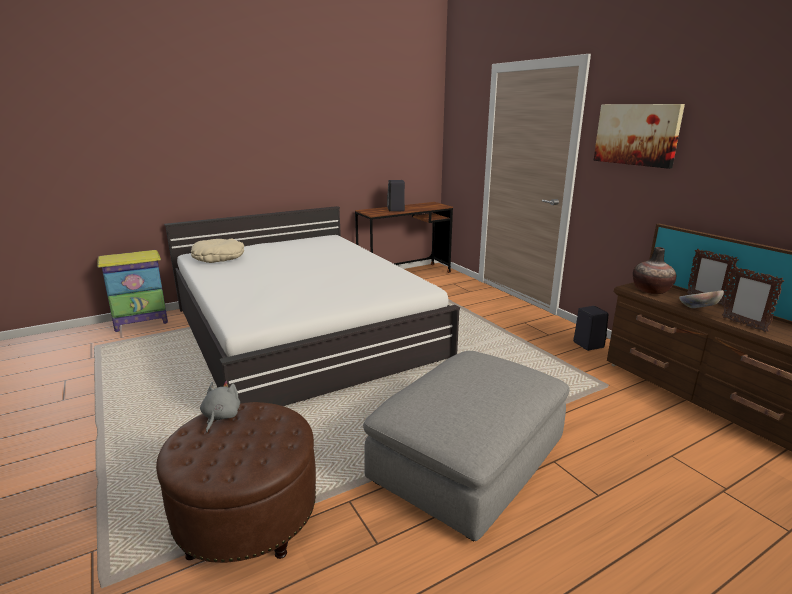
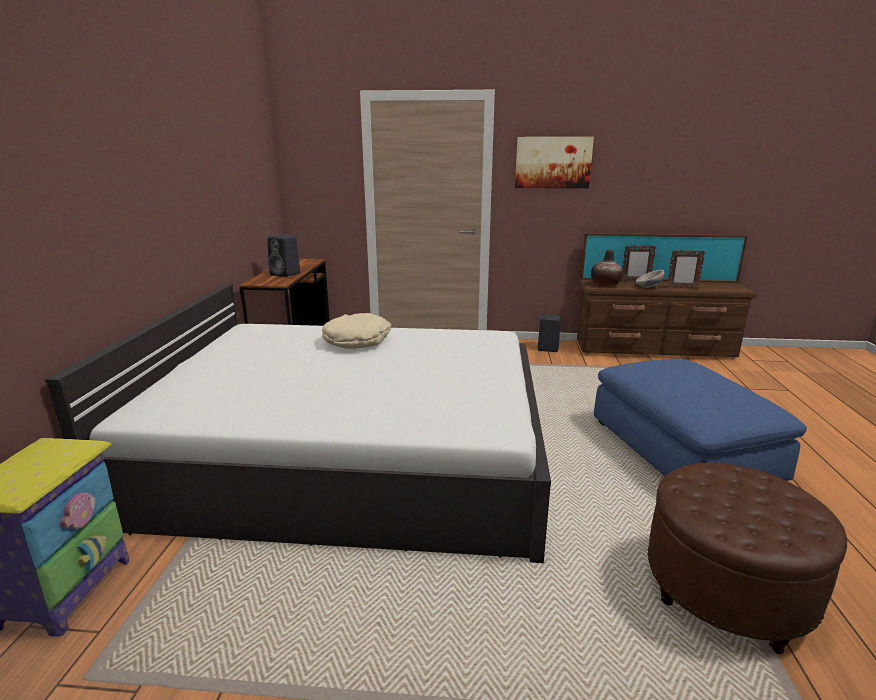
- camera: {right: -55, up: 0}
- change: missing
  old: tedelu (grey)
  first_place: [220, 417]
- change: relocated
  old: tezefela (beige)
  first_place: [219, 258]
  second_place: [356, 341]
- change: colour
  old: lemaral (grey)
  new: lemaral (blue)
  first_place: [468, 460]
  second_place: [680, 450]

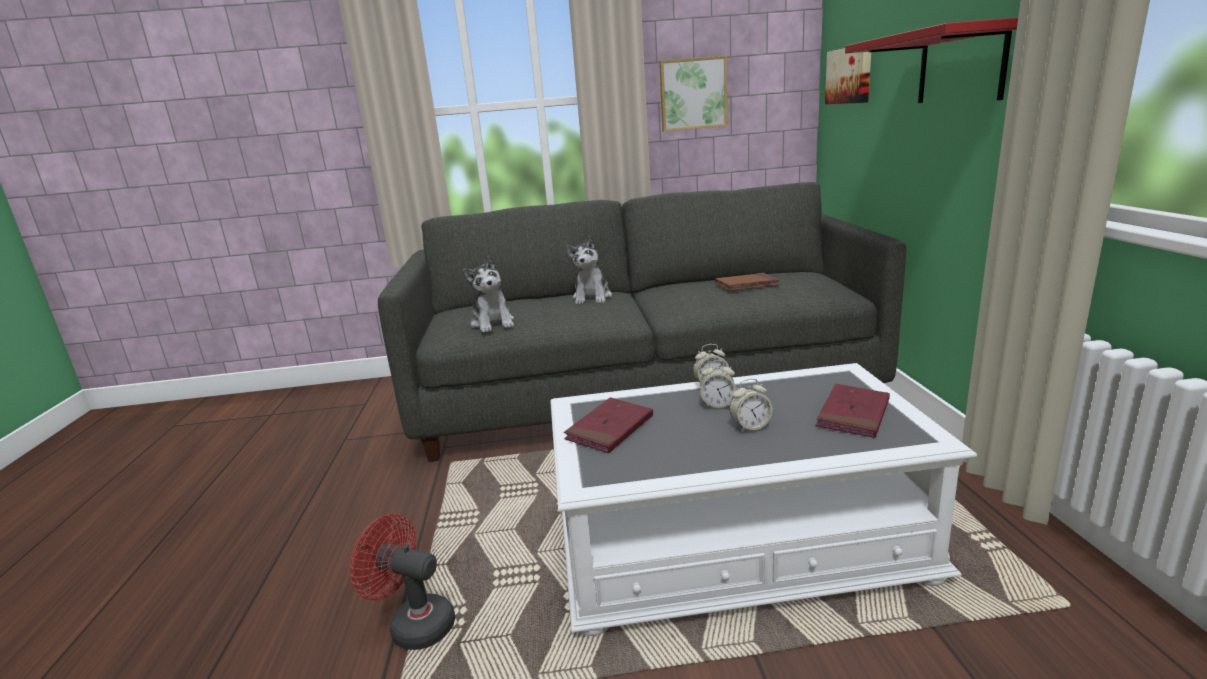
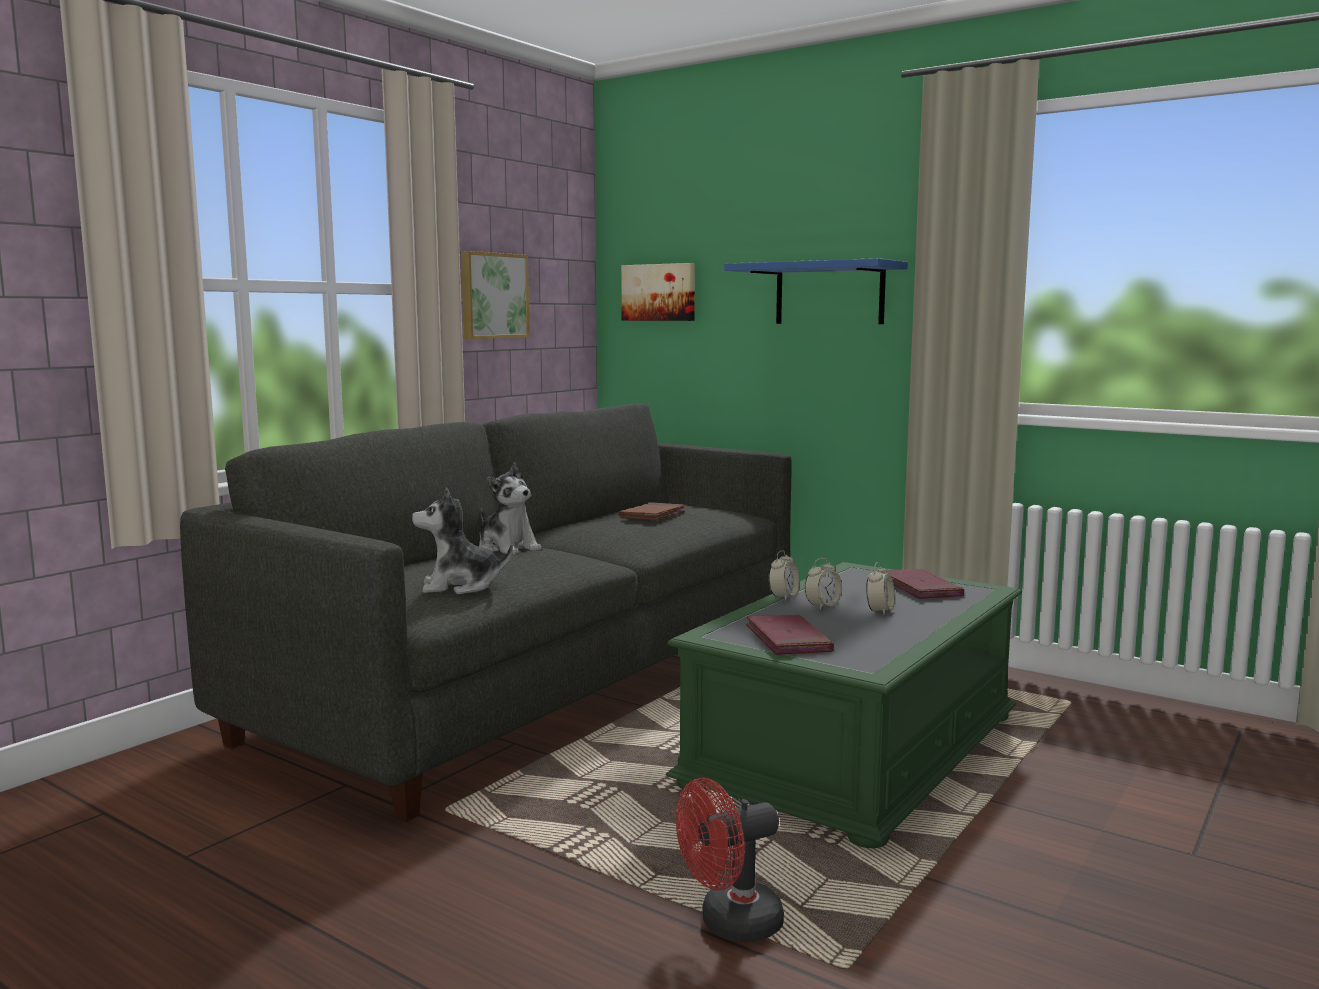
- camera: {right: -50, up: -10}
- change: colour
  old: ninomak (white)
  new: ninomak (green)
  first_place: [737, 541]
  second_place: [855, 749]
- change: colour
  old: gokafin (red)
  new: gokafin (blue)
  first_place: [961, 66]
  second_place: [829, 294]
- change: spun
  old: tedelu
  first_place: [493, 323]
  second_place: [460, 586]
  degrees: 150

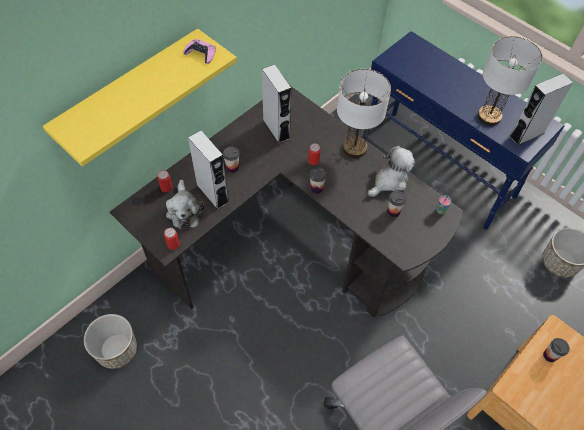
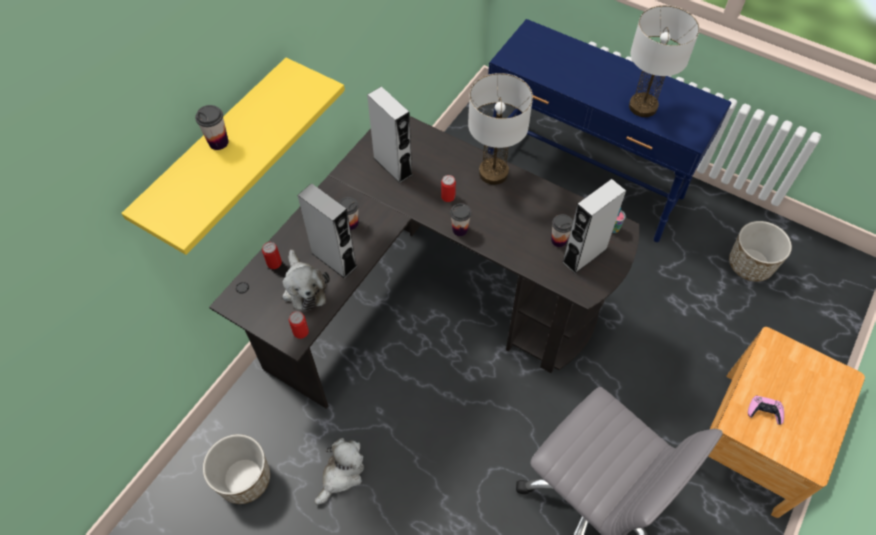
- camera: {right: -10, up: 0}
- change: relocated
  old: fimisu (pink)
  first_place: [201, 54]
  second_place: [764, 411]
- change: relocated
  old: tedelu
  first_place: [389, 180]
  second_place: [342, 474]
- change: relocated
  old: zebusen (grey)
  first_place: [526, 134]
  second_place: [584, 255]
- change: relocated
  old: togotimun
  first_place: [550, 355]
  second_place: [218, 142]

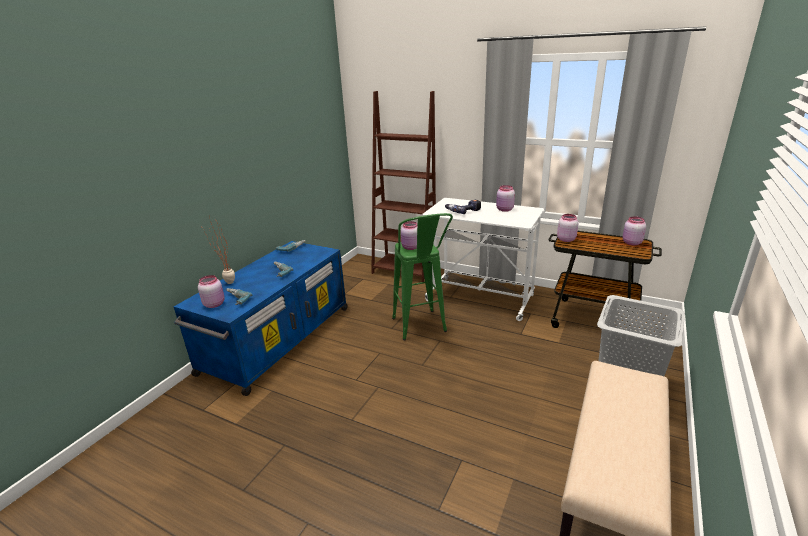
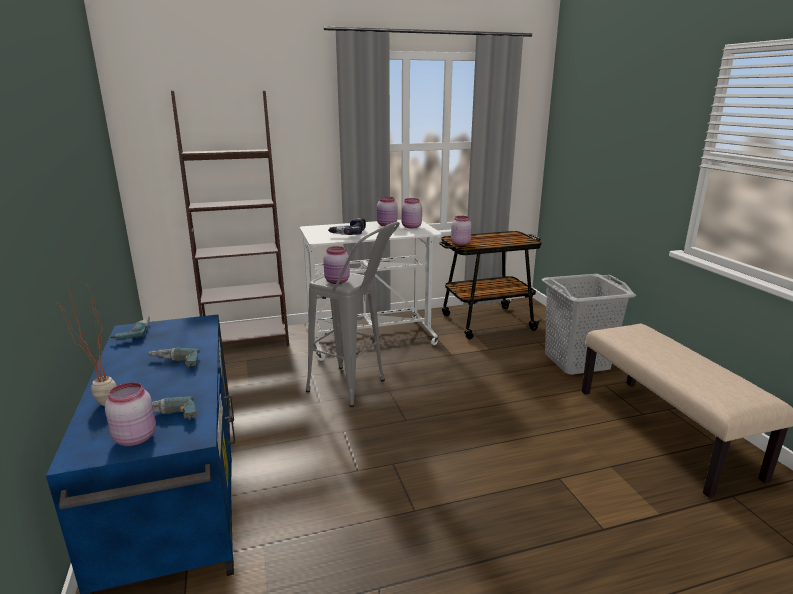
- camera: {right: -45, up: -5}
- change: relocated
  old: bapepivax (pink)
  first_place: [631, 243]
  second_place: [411, 227]
- change: colour
  old: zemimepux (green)
  new: zemimepux (grey)
  first_place: [421, 330]
  second_place: [356, 389]

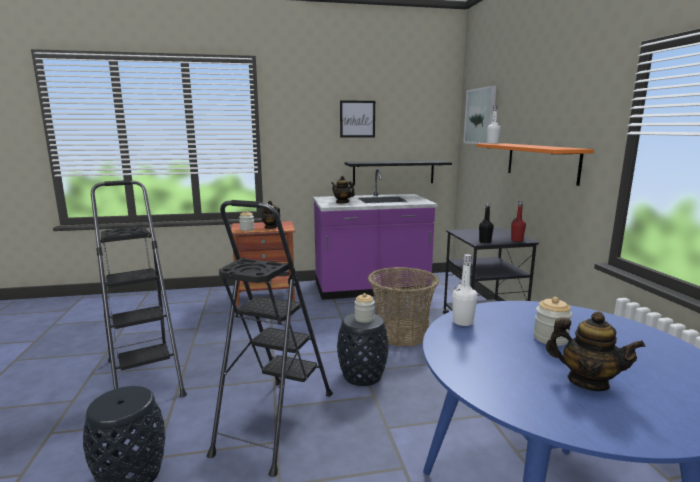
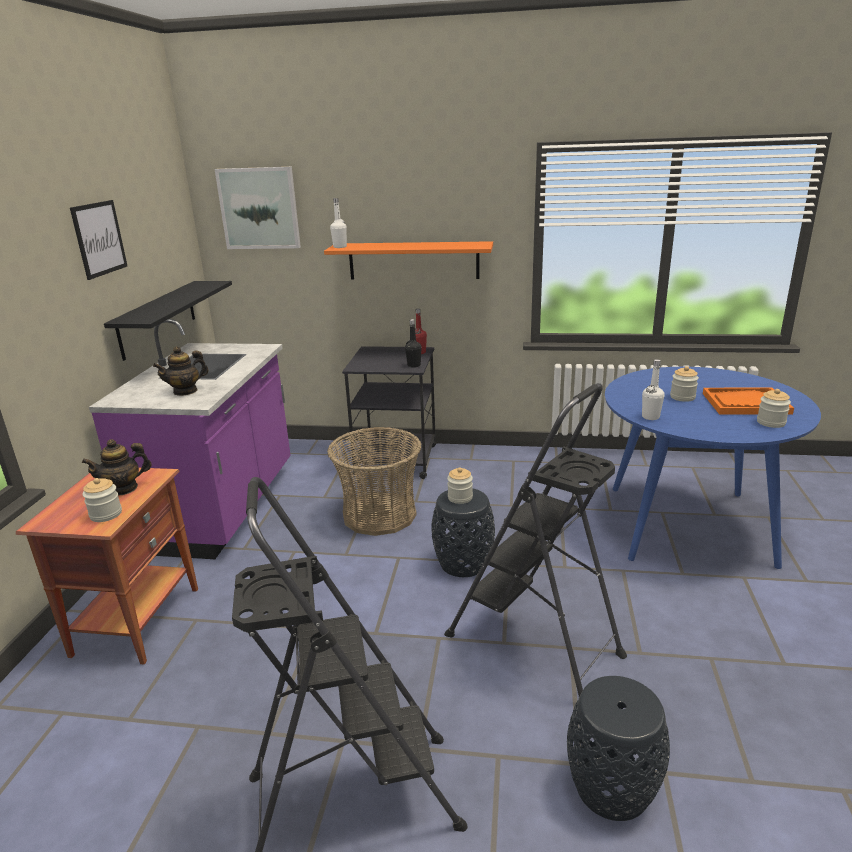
- camera: {right: -70, up: 10}
- change: appeared
  new: bapepivax
  second_place: [771, 422]
- change: exchanged
  old: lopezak
  new: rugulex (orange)
  first_place: [587, 382]
  second_place: [745, 403]

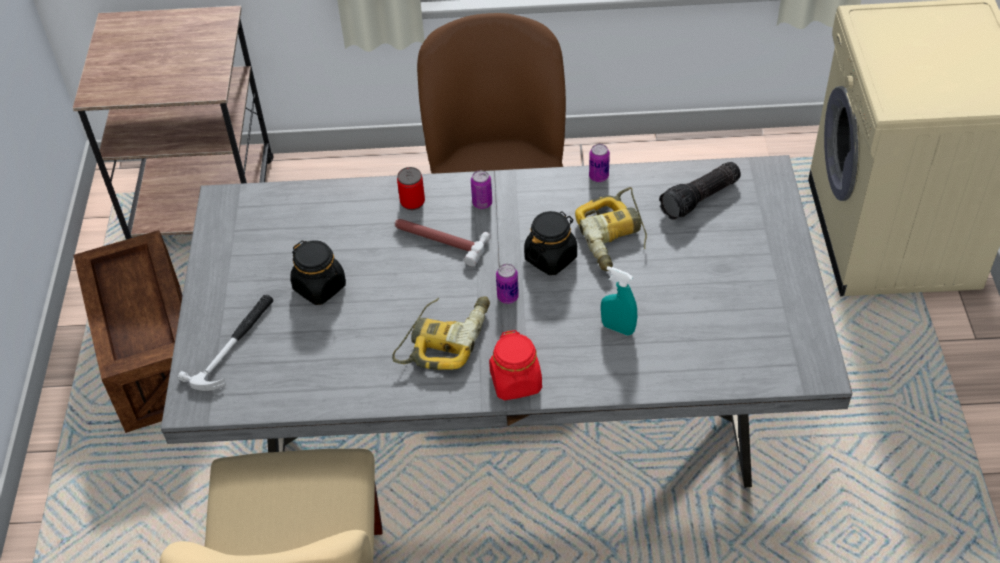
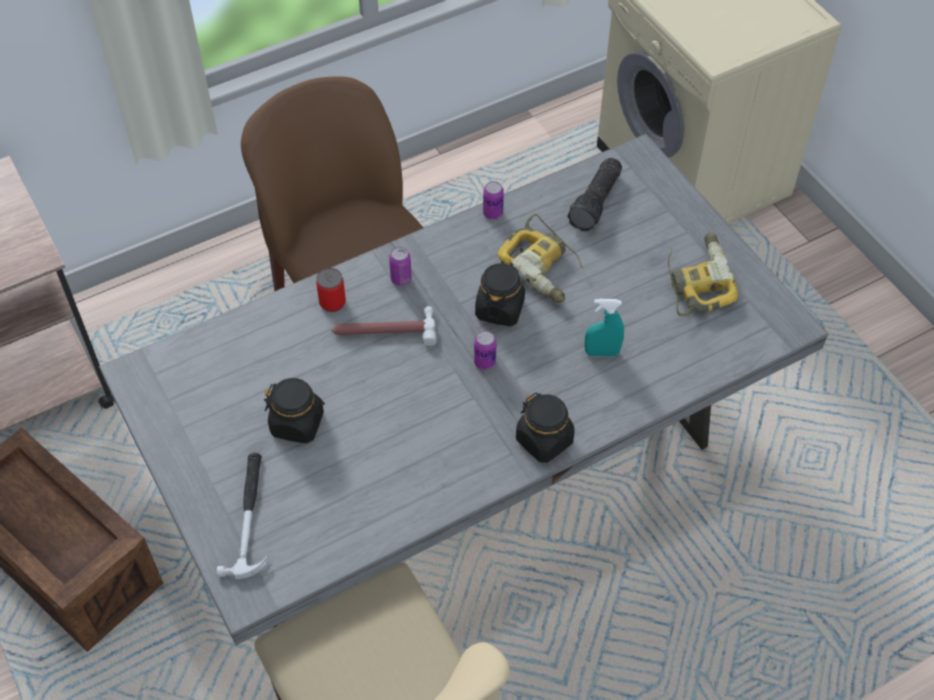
- camera: {right: -30, up: 5}
- change: relocated
  old: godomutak
  first_place: [445, 337]
  second_place: [696, 280]
- change: colour
  old: bapepivax (red)
  new: bapepivax (black)
  first_place: [516, 382]
  second_place: [544, 440]

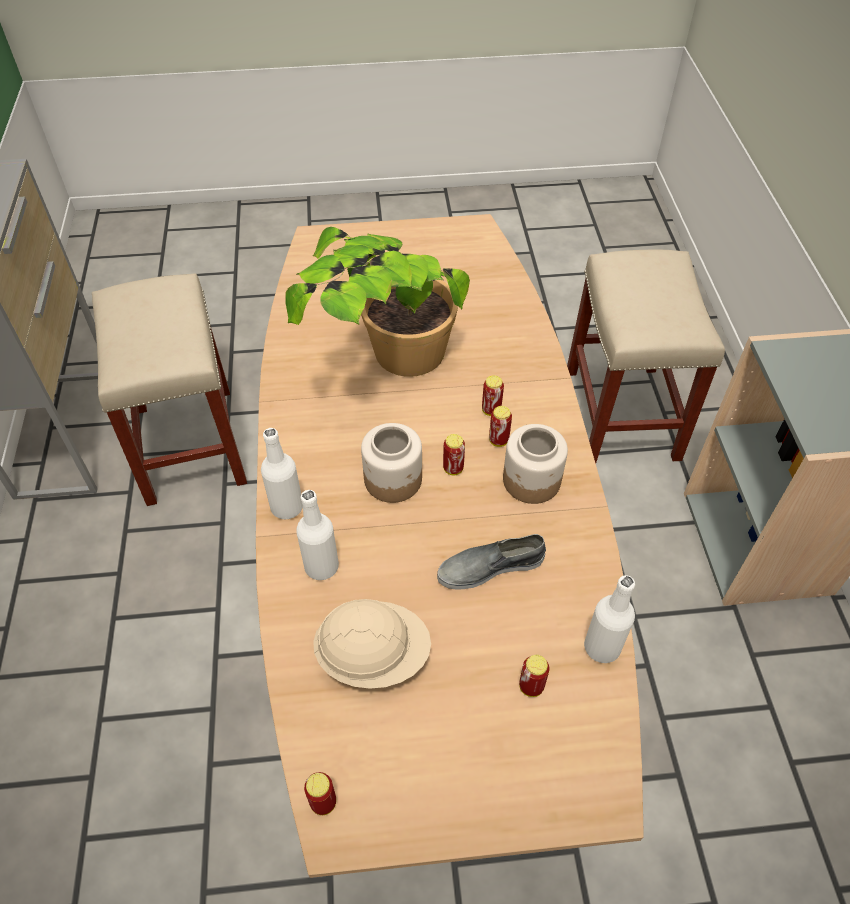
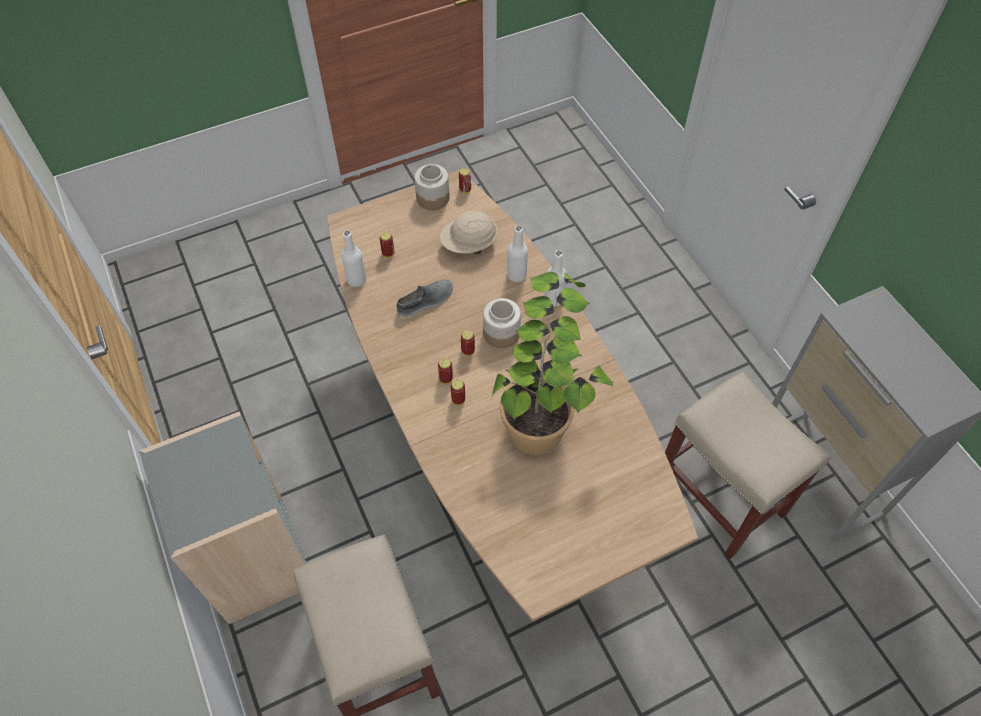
- camera: {right: 160, up: 5}
- change: relocated
  old: bapepivax
  first_place: [531, 481]
  second_place: [432, 198]

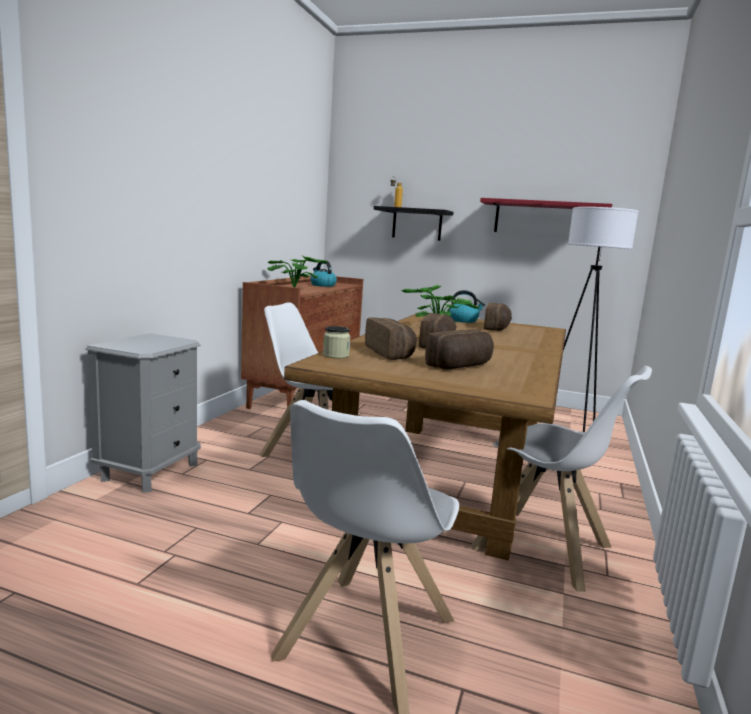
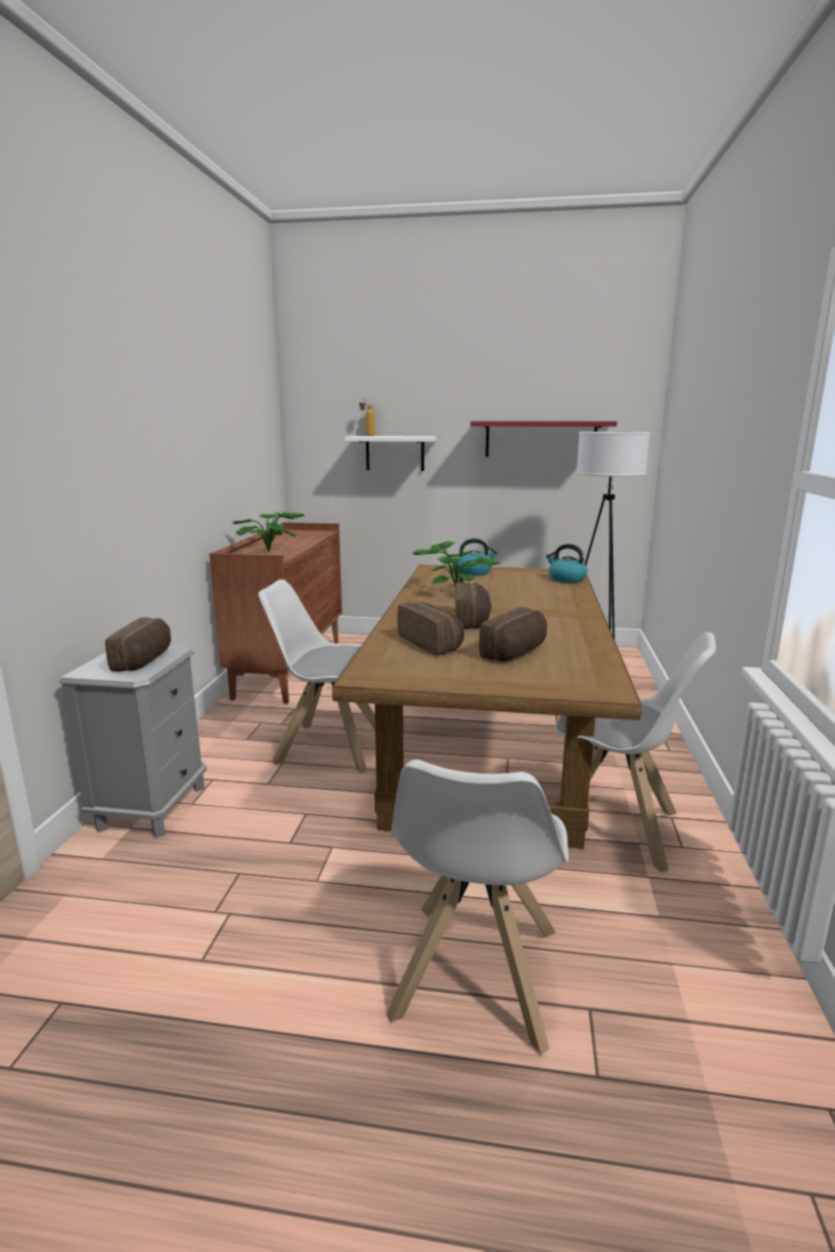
- camera: {right: -10, up: 5}
- change: missing
  old: bapepivax
  first_place: [336, 355]
- change: relocated
  old: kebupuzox
  first_place: [322, 285]
  second_place: [566, 579]
- change: relocated
  old: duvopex
  first_place: [497, 328]
  second_place: [145, 660]
- change: colour
  old: gokafin (black)
  new: gokafin (white)
  first_place: [417, 224]
  second_place: [395, 453]

